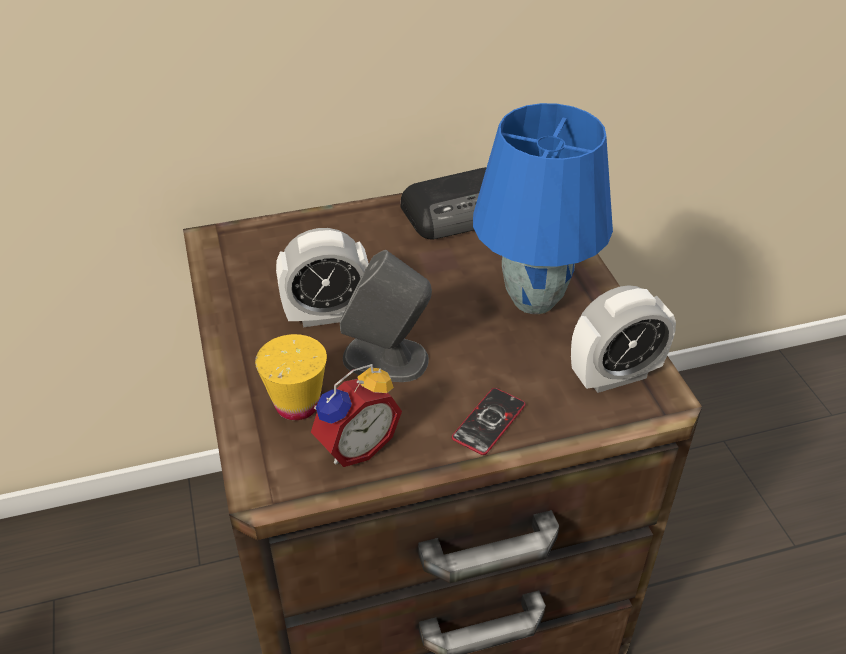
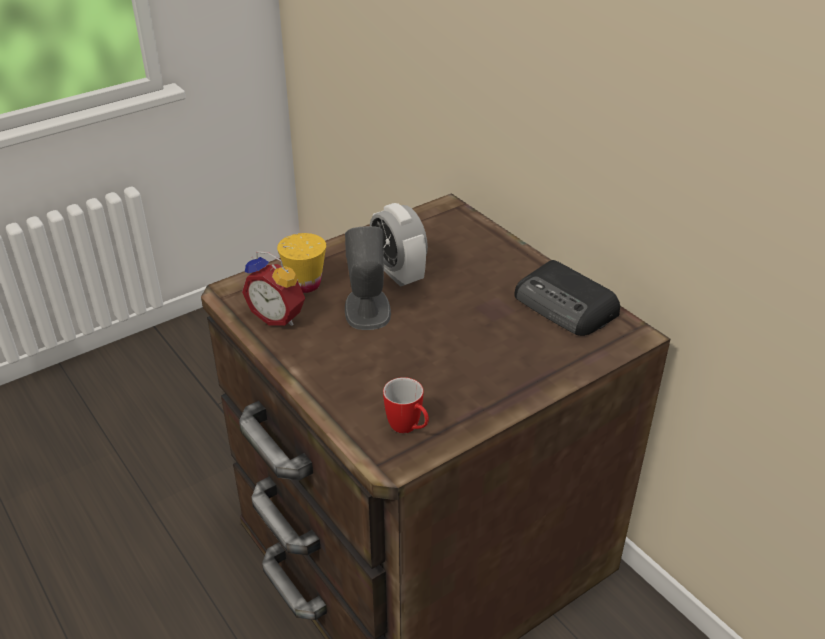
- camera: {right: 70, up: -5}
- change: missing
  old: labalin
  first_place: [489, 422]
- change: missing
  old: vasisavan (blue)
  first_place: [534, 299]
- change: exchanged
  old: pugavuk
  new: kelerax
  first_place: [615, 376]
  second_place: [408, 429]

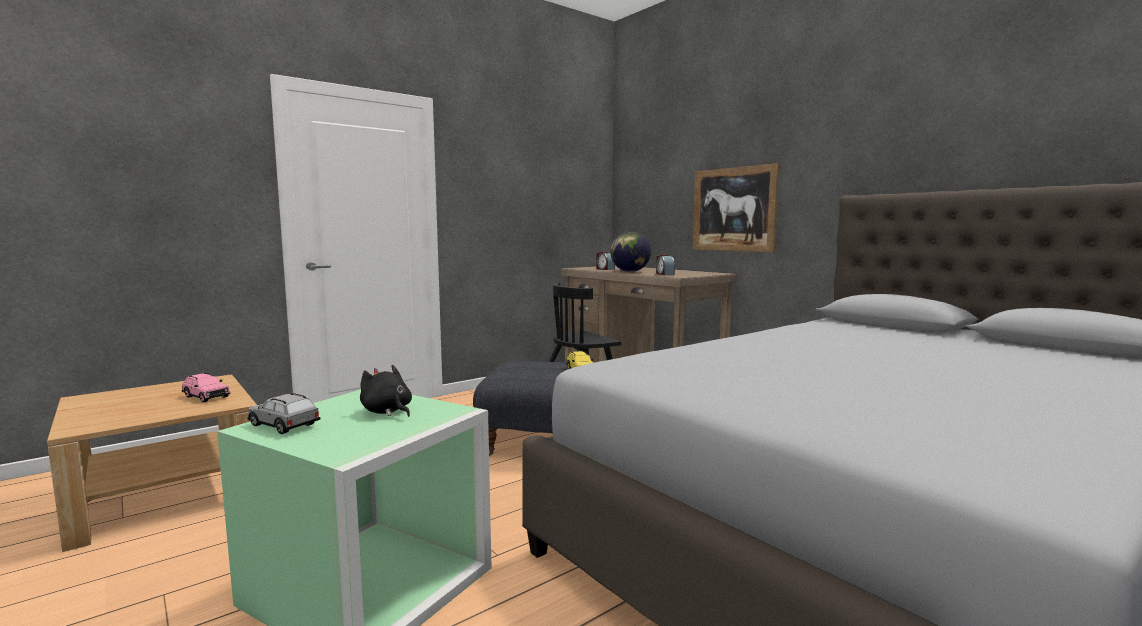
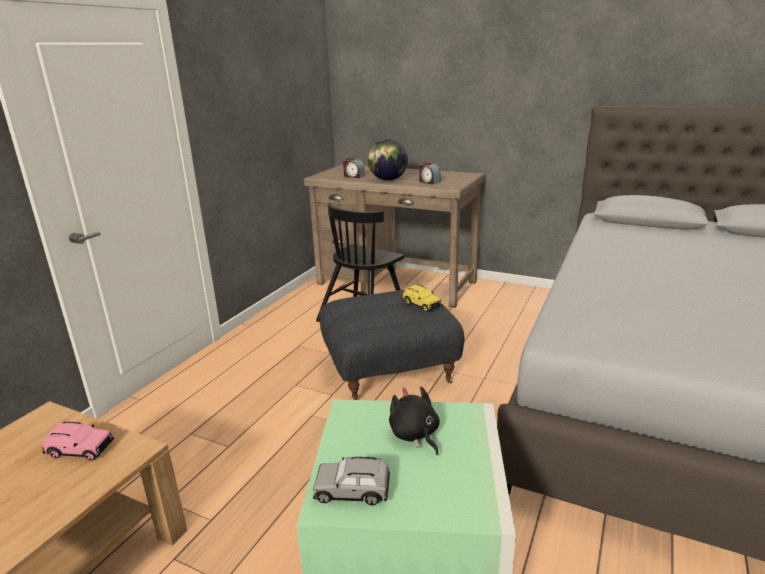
- camera: {right: -25, up: 15}
- change: missing
  old: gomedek
  first_place: [733, 209]
- change: spun
  old: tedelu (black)
  first_place: [387, 412]
  second_place: [415, 435]
  degrees: 45

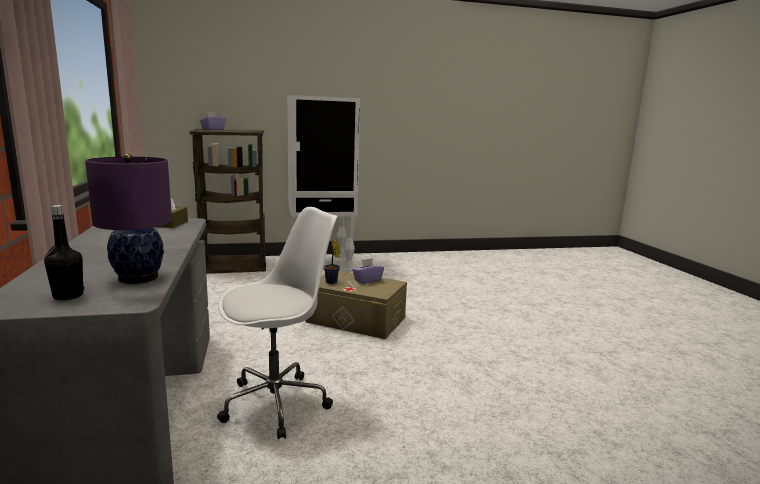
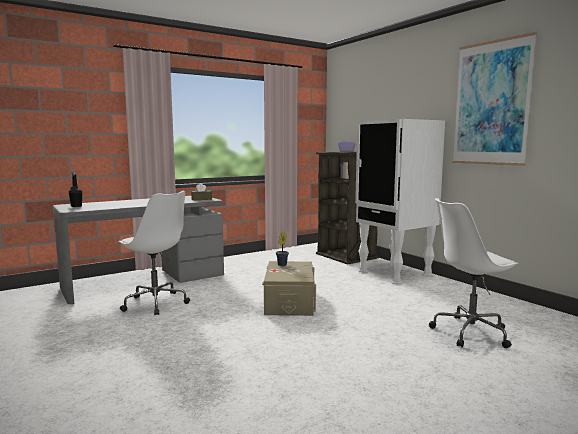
- camera: {right: 70, up: -5}
- change: missing
  old: vasisavan (purple)
  first_place: [138, 277]
- change: missing
  old: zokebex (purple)
  first_place: [367, 280]
- change: appeared
  new: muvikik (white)
  second_place: [468, 333]
- change: appeared
  new: gomedek
  second_place: [491, 103]

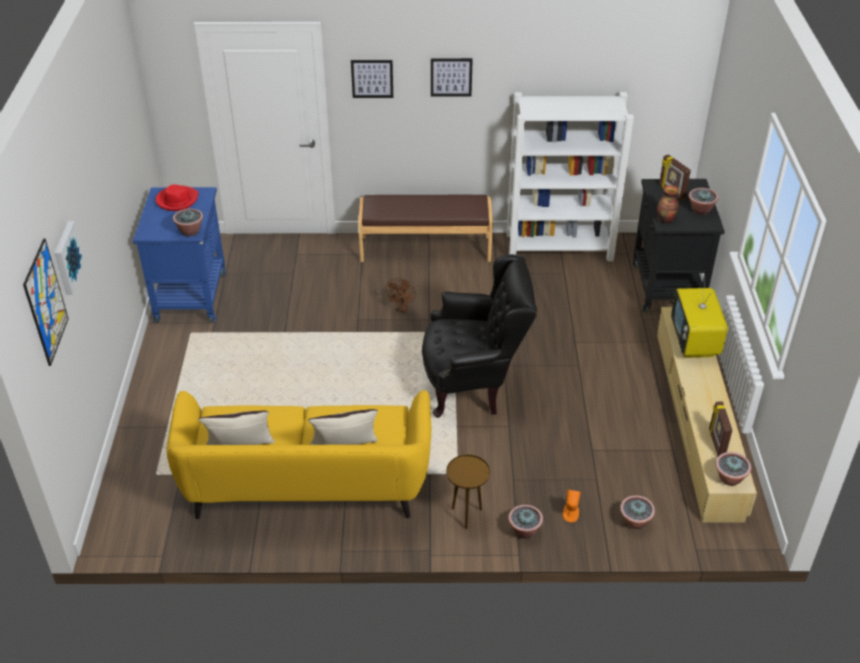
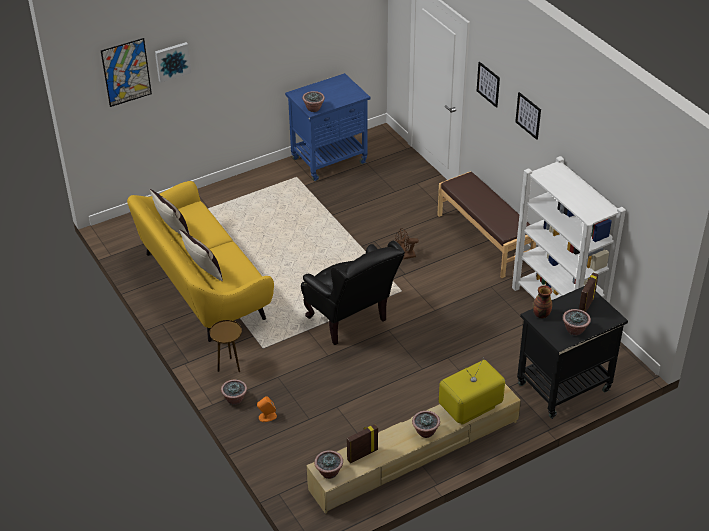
- camera: {right: 60, up: 0}
- change: missing
  old: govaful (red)
  first_place: [177, 200]
- change: relocated
  old: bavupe
  first_place: [635, 522]
  second_place: [425, 432]

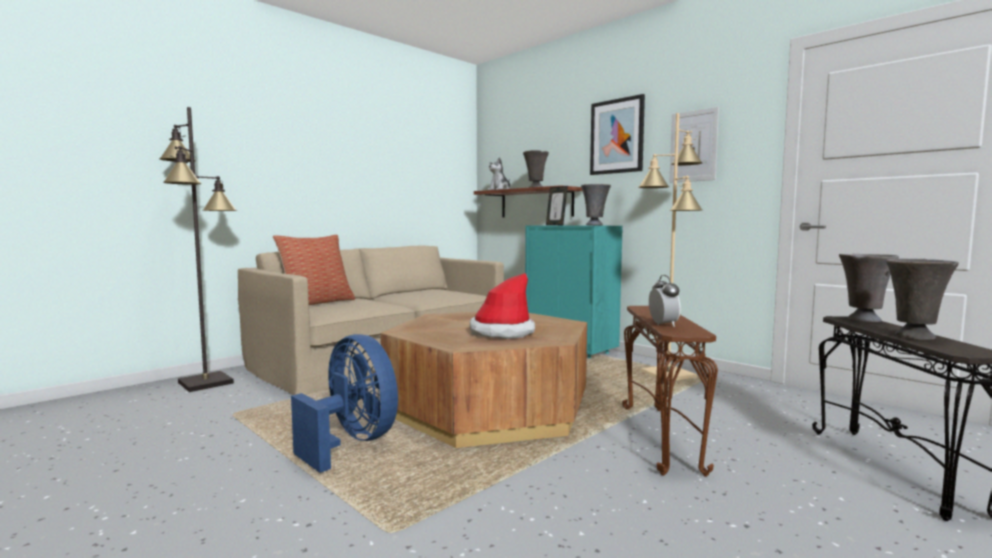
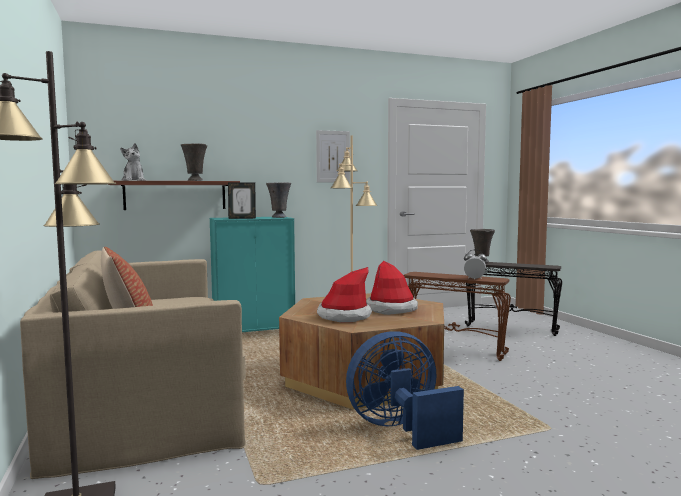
- camera: {right: -65, up: 0}
- change: missing
  old: gomedek
  first_place: [617, 136]
- change: missing
  old: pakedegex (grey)
  first_place: [914, 337]
- change: appeared
  new: govaful
  second_place: [344, 316]

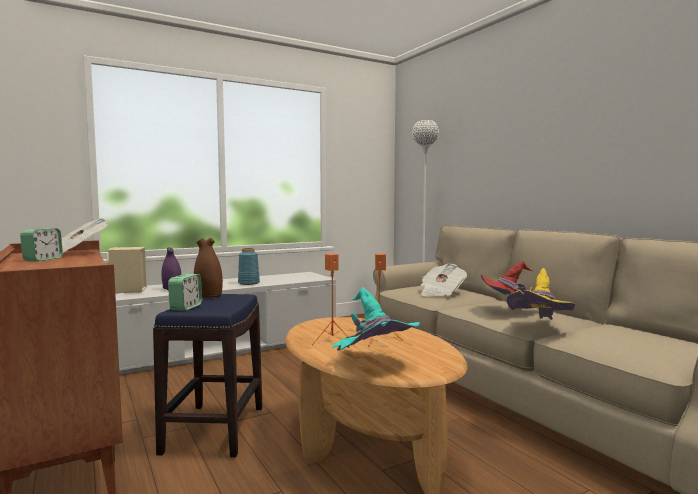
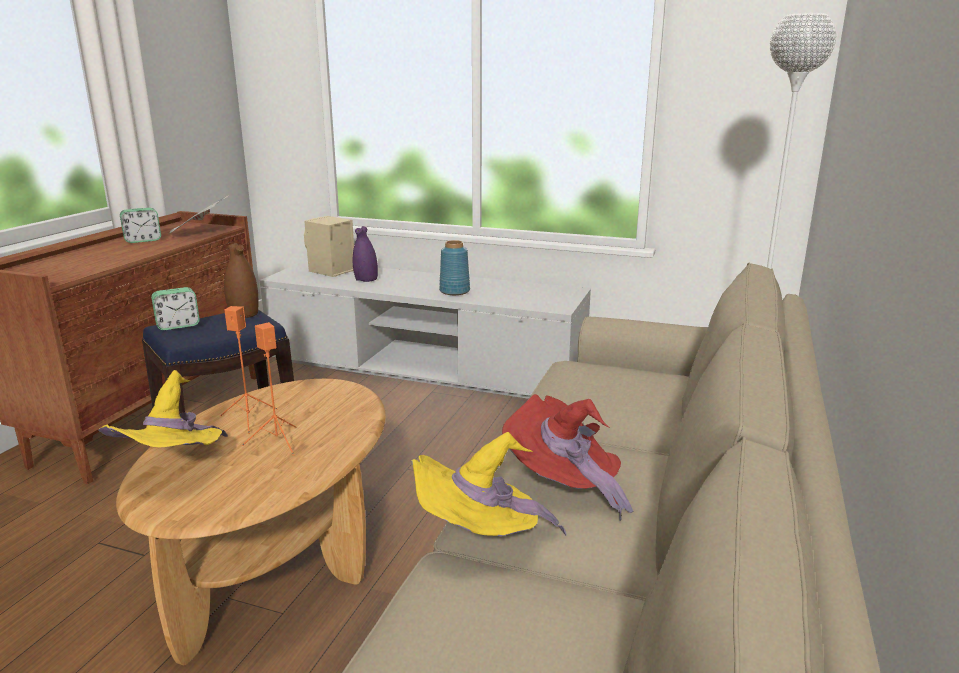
- camera: {right: 50, up: 15}
- change: missing
  old: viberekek
  first_place: [441, 293]
- change: colour
  old: govaful (turquoise)
  new: govaful (yellow)
  first_place: [373, 363]
  second_place: [175, 469]

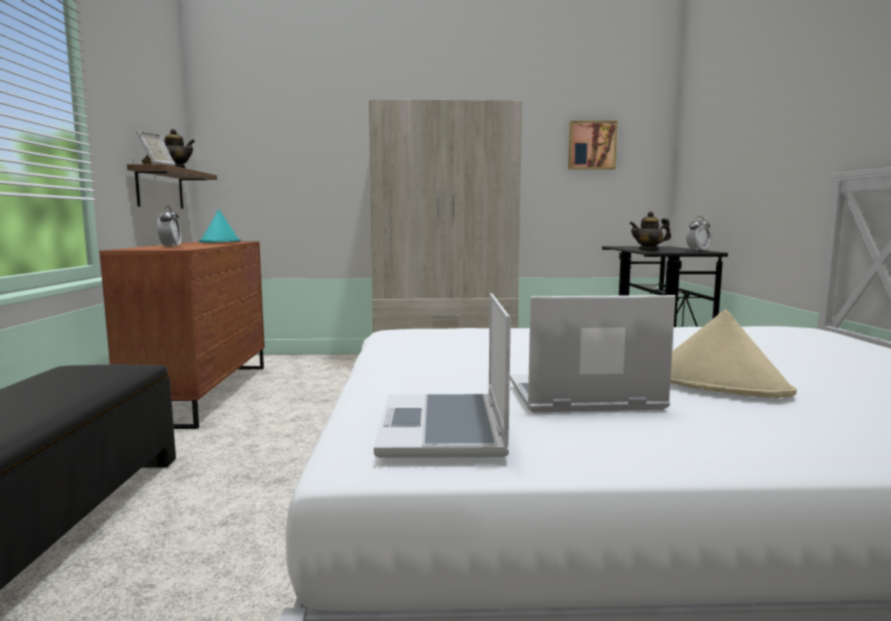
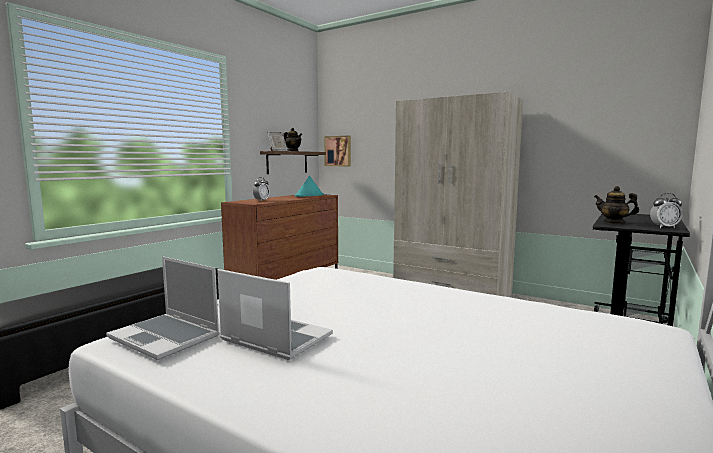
- camera: {right: 35, up: 0}
- change: missing
  old: govaful (beige)
  first_place: [718, 384]
- change: relocated
  old: gomedek
  first_place: [591, 145]
  second_place: [338, 151]
- change: spun
  old: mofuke
  first_place: [444, 429]
  second_place: [166, 337]
  degrees: -90

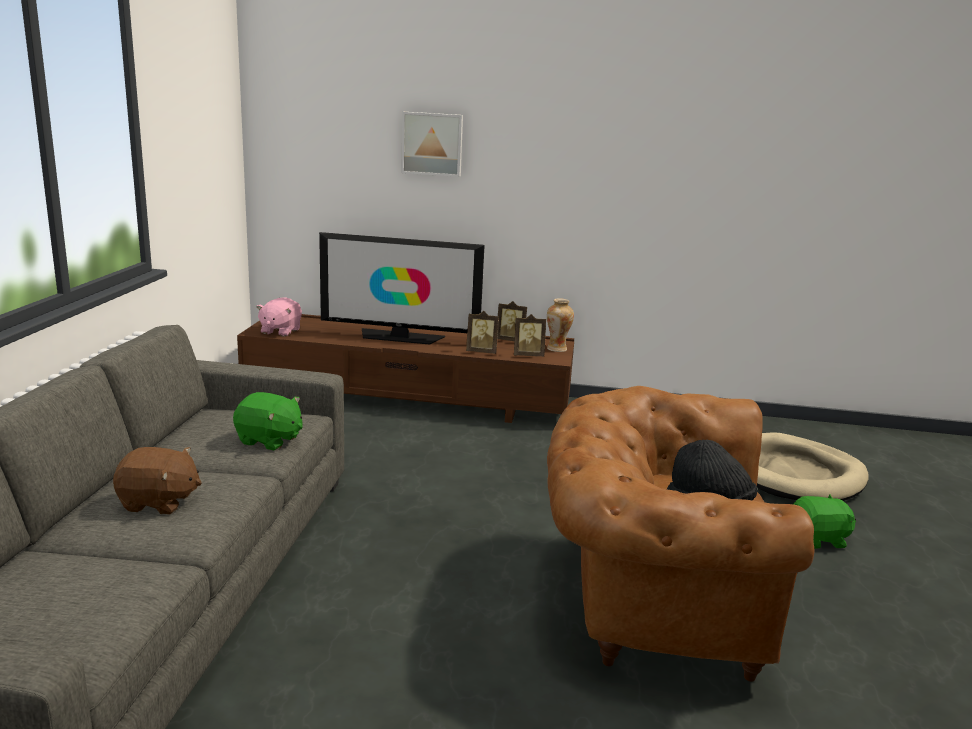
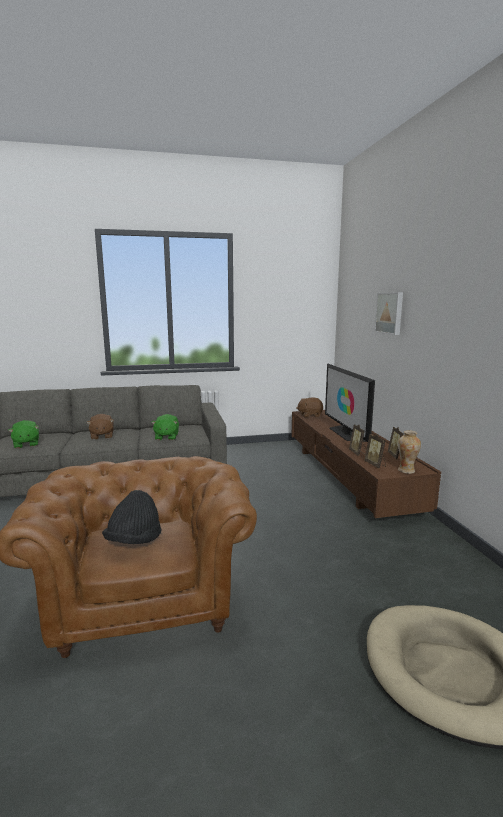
- camera: {right: 70, up: -5}
- change: relocated
  old: tedelu (green)
  first_place: [819, 539]
  second_place: [26, 444]
- change: colour
  old: tedelu (pink)
  new: tedelu (brown)
  first_place: [280, 331]
  second_place: [310, 415]

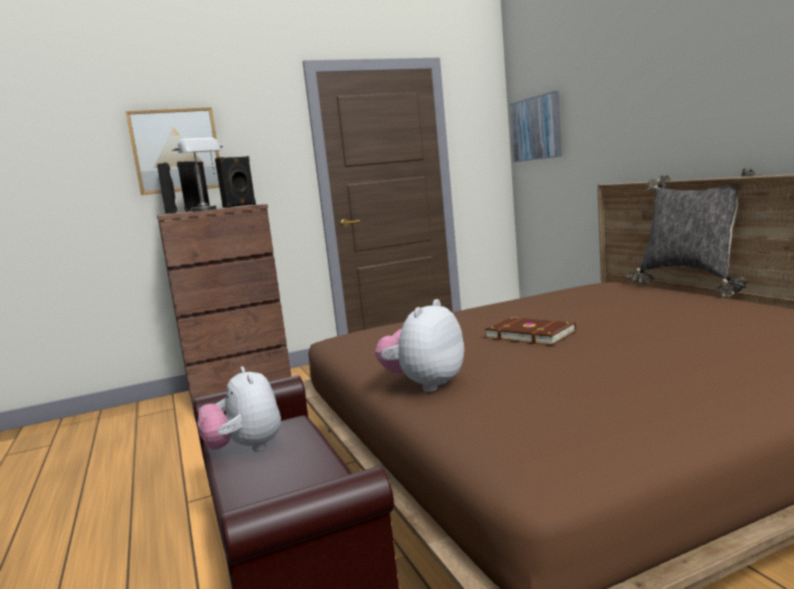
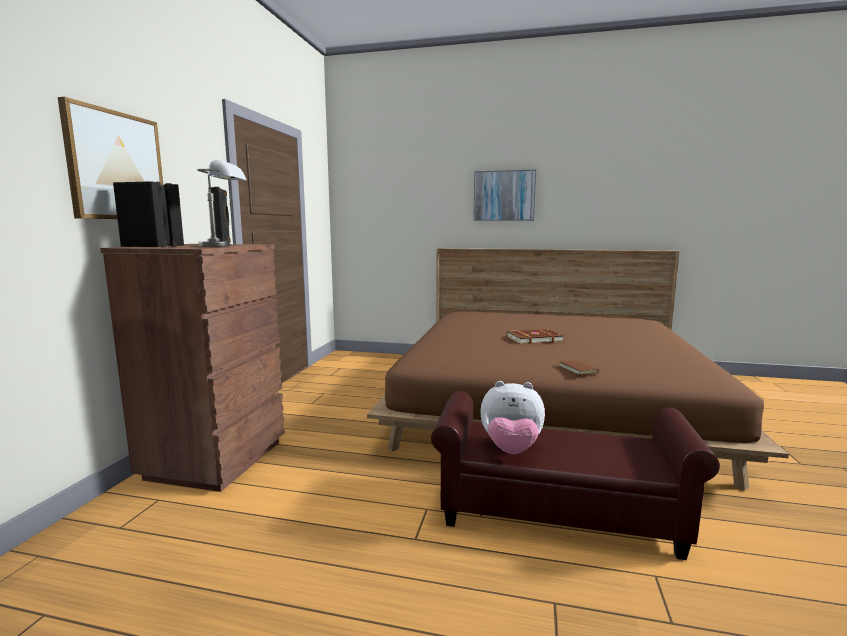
- camera: {right: -55, up: 0}
- change: missing
  old: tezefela
  first_place: [692, 288]
- change: relocated
  old: gomedek
  first_place: [536, 128]
  second_place: [504, 196]
- change: exchanged
  old: tedelu
  new: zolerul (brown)
  first_place: [424, 384]
  second_place: [579, 369]

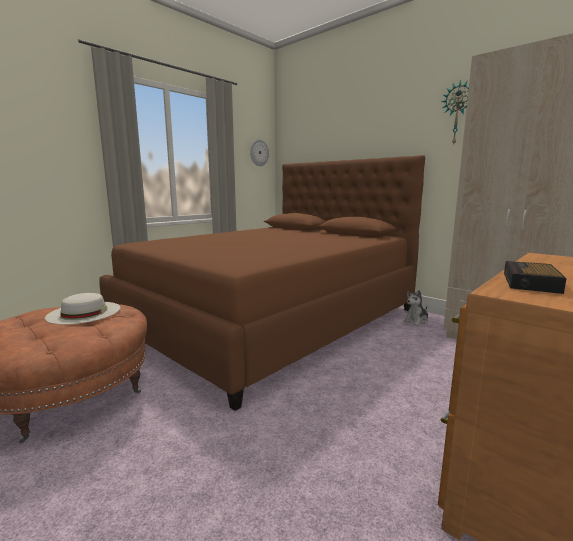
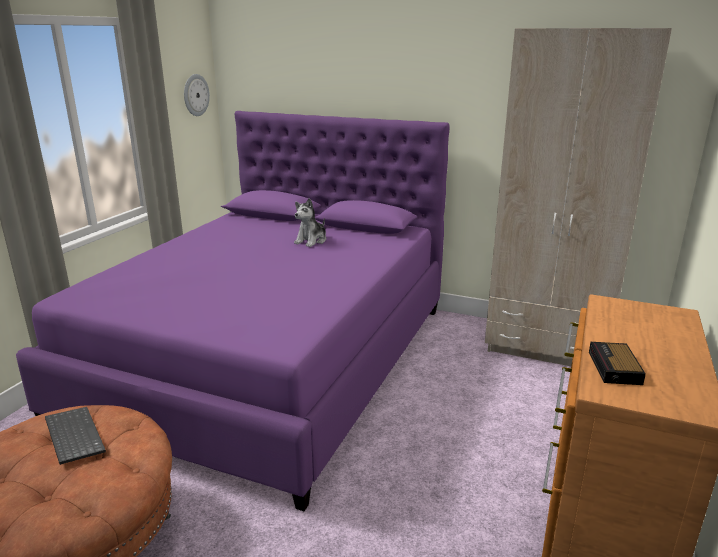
- camera: {right: -20, up: 10}
- change: missing
  old: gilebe
  first_place: [457, 114]
- change: relocated
  old: tedelu
  first_place: [416, 321]
  second_place: [311, 241]
- change: exchanged
  old: govaful (white)
  new: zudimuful
  first_place: [84, 312]
  second_place: [72, 436]
- change: colour
  old: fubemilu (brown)
  new: fubemilu (purple)
  first_place: [271, 319]
  second_place: [271, 359]

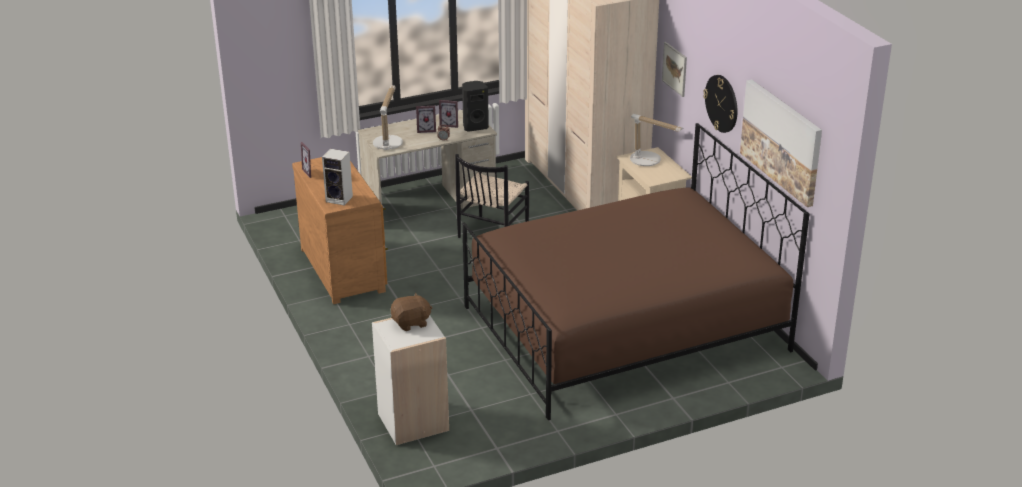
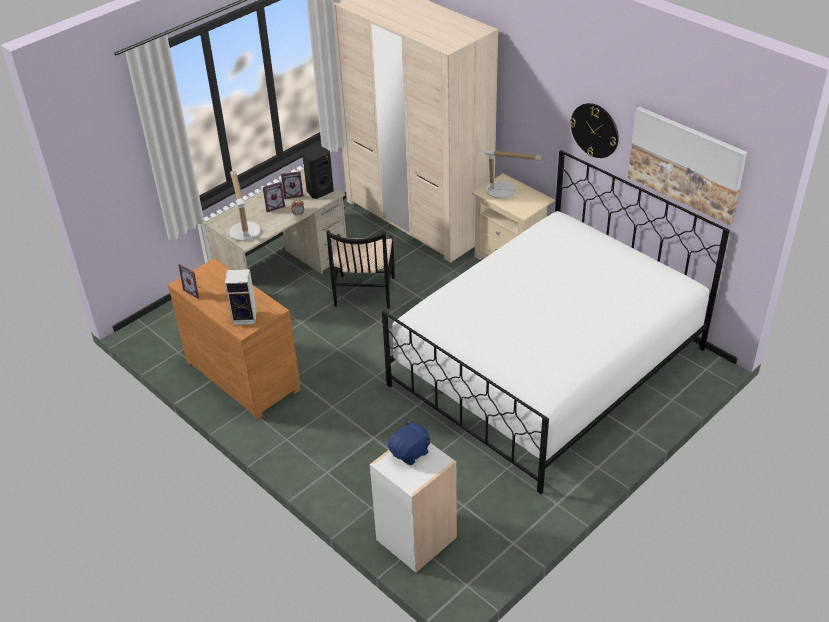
- camera: {right: -20, up: 10}
- change: missing
  old: gomedek
  first_place: [675, 69]
- change: colour
  old: tedelu (brown)
  new: tedelu (blue)
  first_place: [411, 323]
  second_place: [410, 452]
- change: colour
  old: fubemilu (brown)
  new: fubemilu (white)
  first_place: [625, 328]
  second_place: [548, 366]

